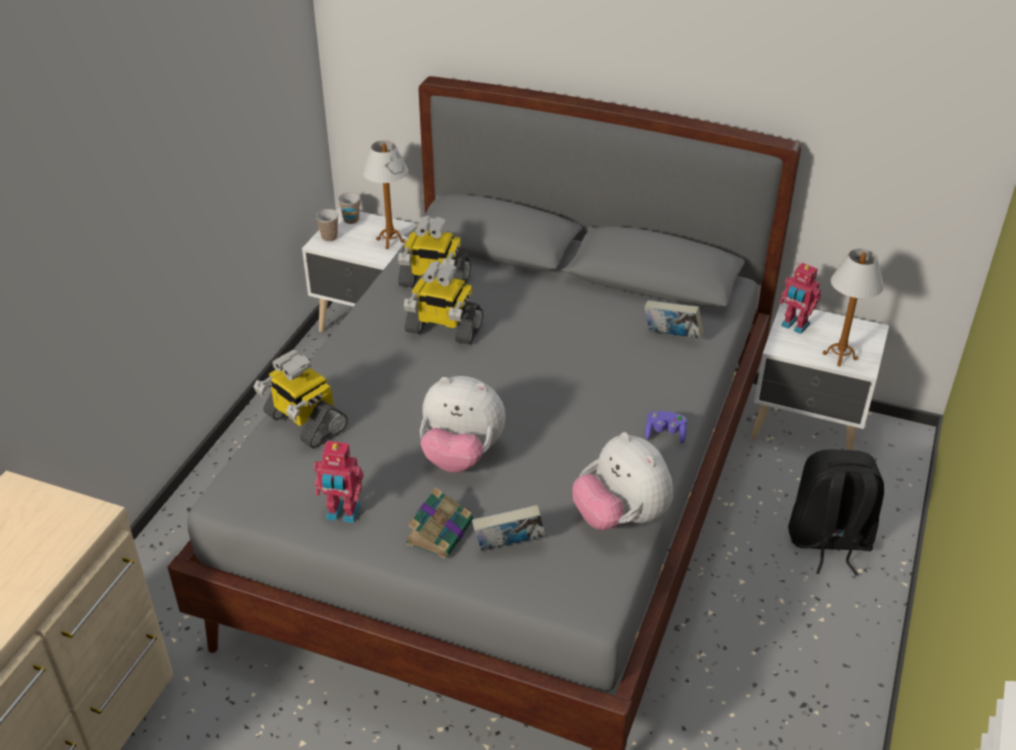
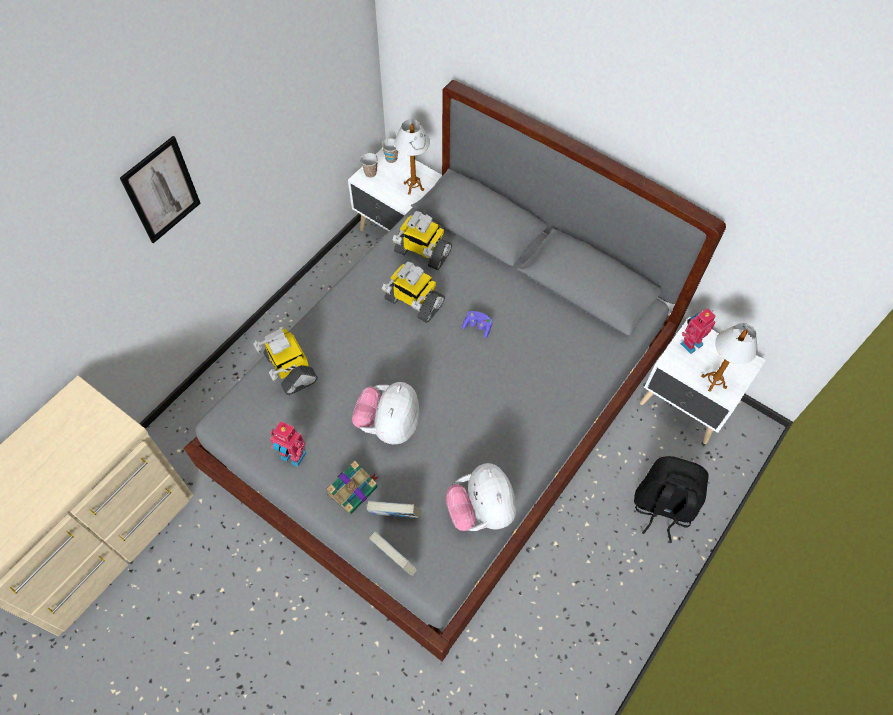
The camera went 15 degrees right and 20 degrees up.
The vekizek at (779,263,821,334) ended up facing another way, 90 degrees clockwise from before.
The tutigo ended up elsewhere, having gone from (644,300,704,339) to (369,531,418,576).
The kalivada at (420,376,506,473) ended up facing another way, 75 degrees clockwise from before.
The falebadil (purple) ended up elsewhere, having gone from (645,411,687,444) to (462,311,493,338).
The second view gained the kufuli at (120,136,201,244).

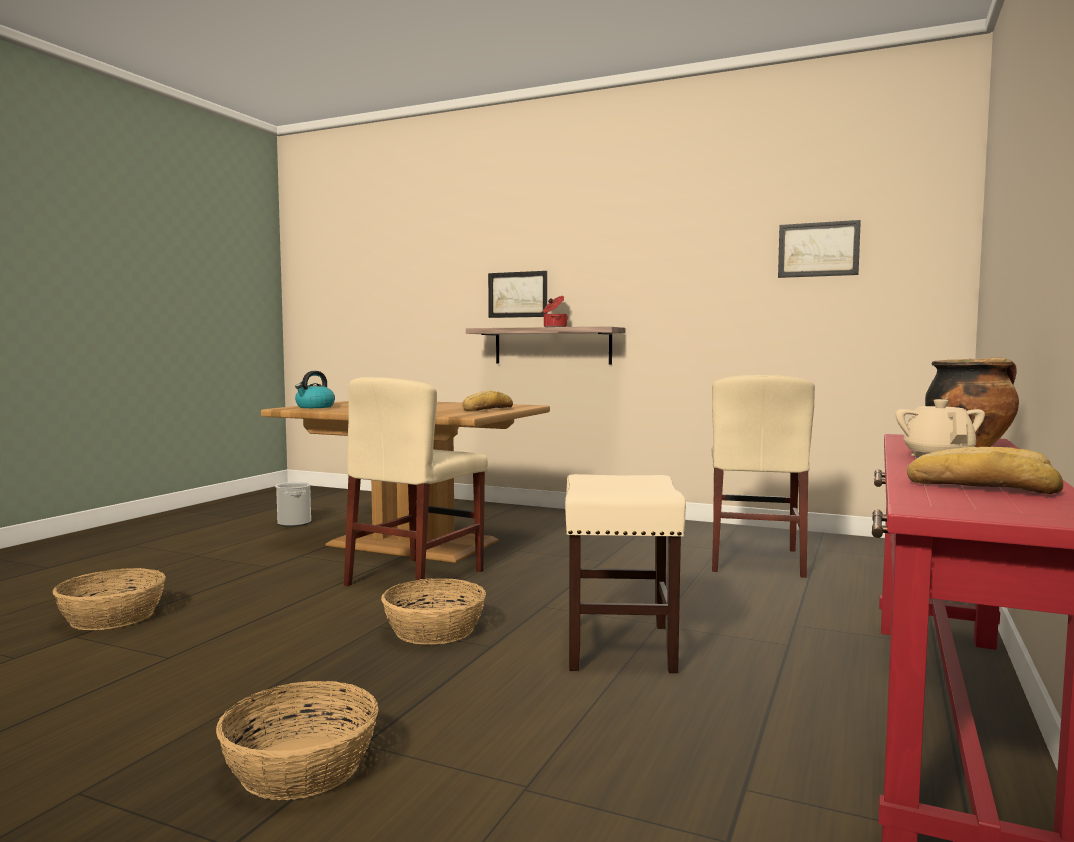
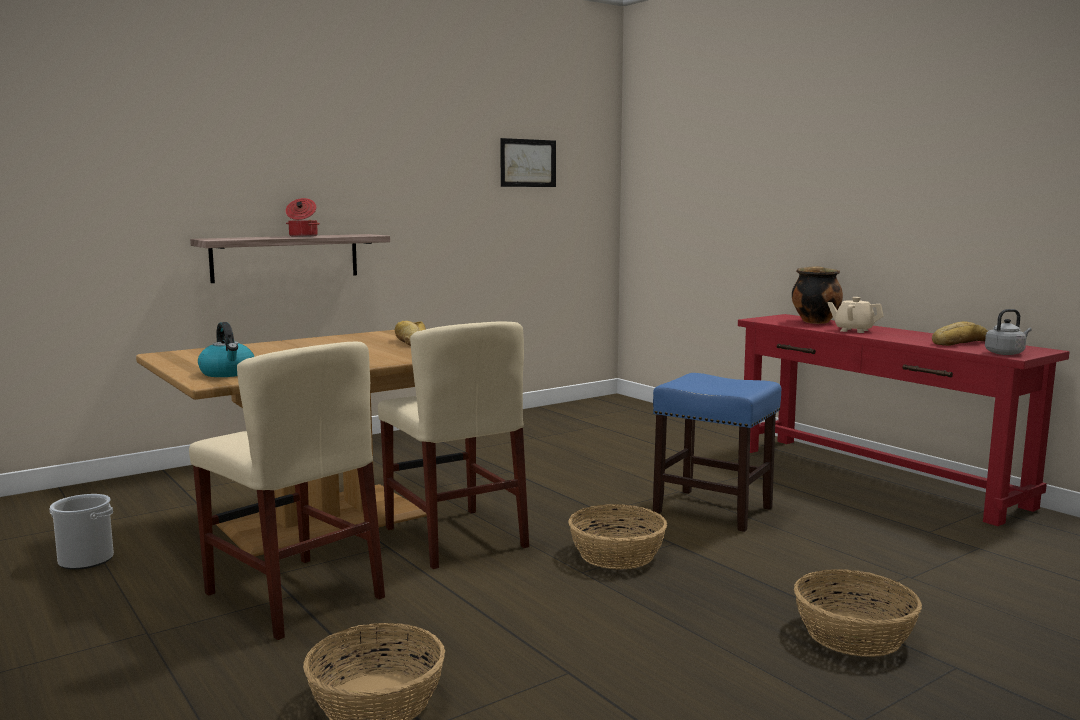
The camera went 60 degrees left and 5 degrees up.
The second view lost the kufuli at (488,271,547,318).
The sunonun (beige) ended up elsewhere, having gone from (712,375,815,578) to (189,342,385,640).
What was the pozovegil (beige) at (565,474,686,673) turned into the pozovegil (blue) at (653,373,781,532).
The second view gained the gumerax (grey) at (985,309,1032,355).

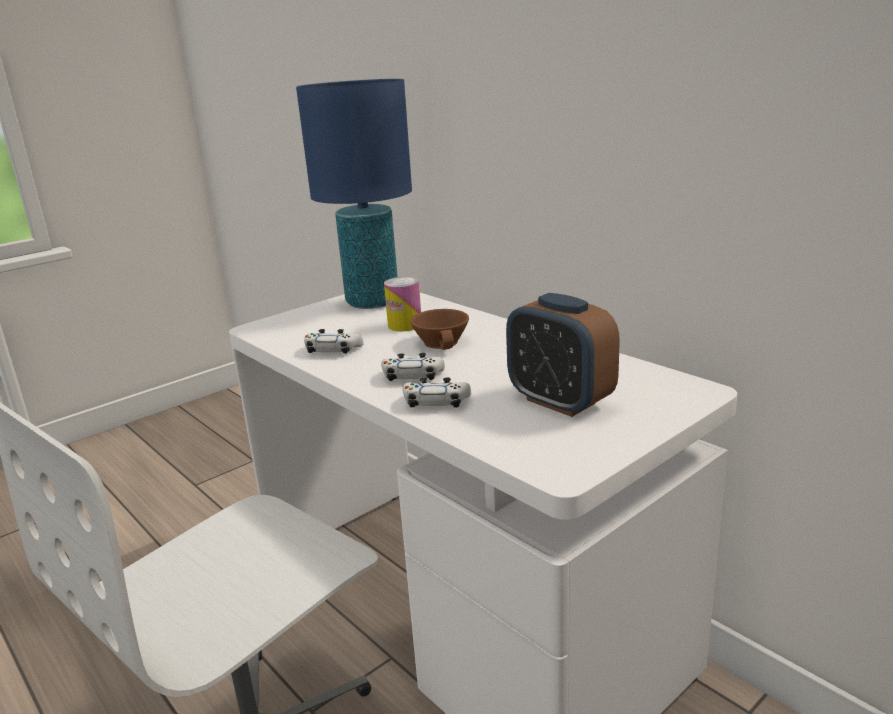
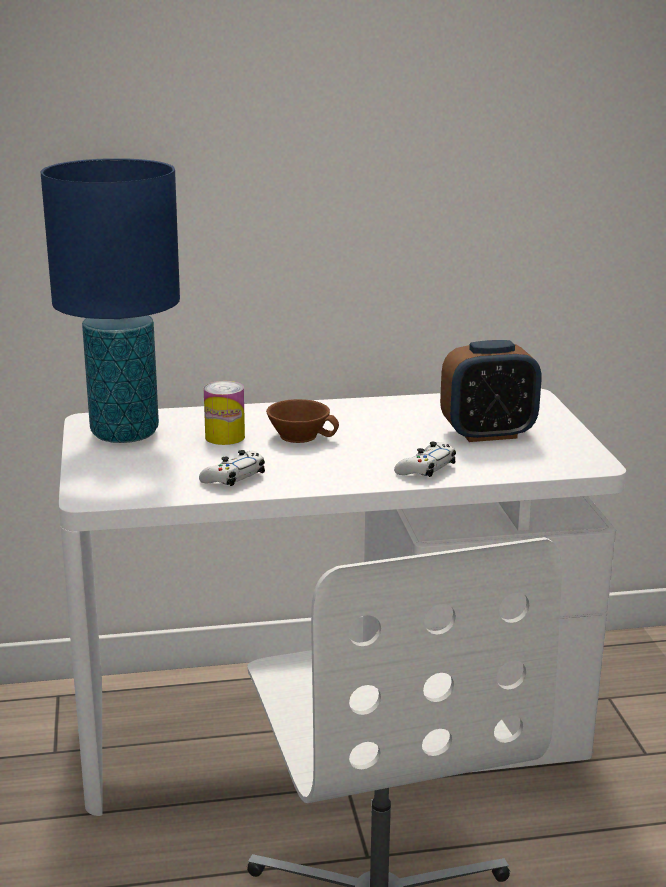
The camera went 60 degrees left and 0 degrees up.
The second view lost the falebadil (white) at (381,353,445,381).

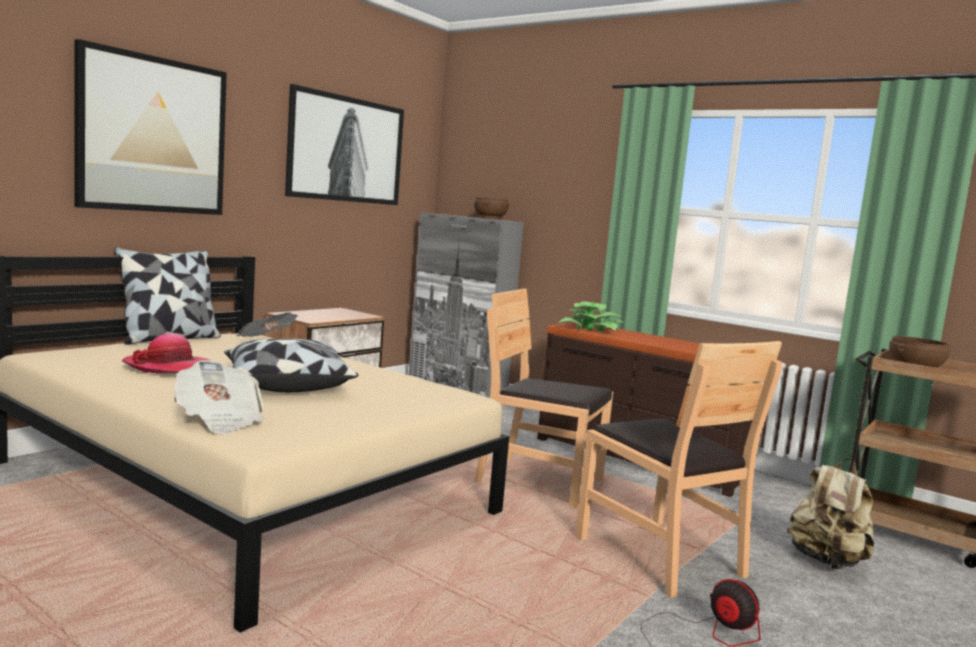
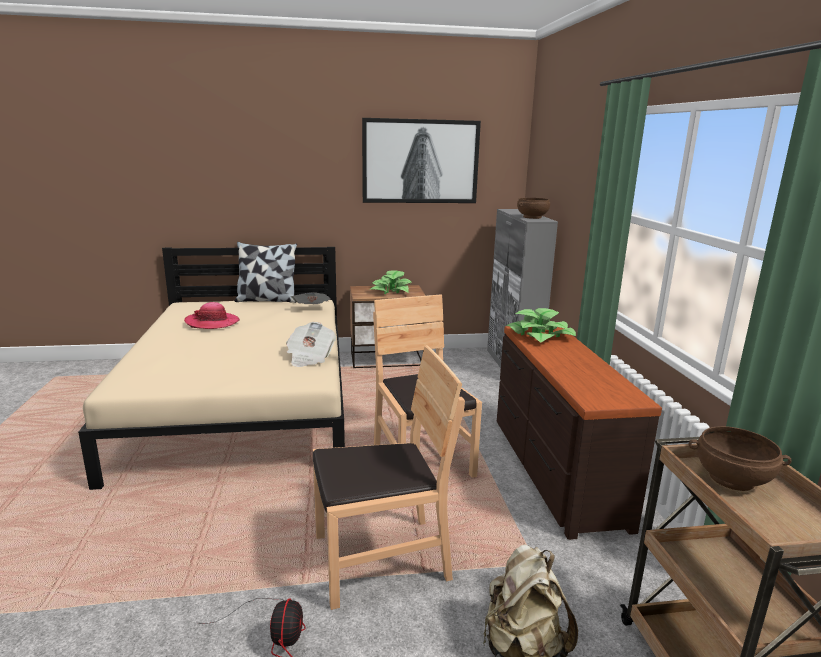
The camera went 45 degrees right and 10 degrees up.
The second view lost the kufuli at (74,39,227,215).
The second view lost the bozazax at (224,339,358,392).
The sunonun (brown) at (575,341,782,598) ended up facing another way, 120 degrees counterclockwise from before.
The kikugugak ended up elsewhere, having gone from (173,360,264,434) to (286,322,336,367).
The second view gained the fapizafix at (371,270,412,294).

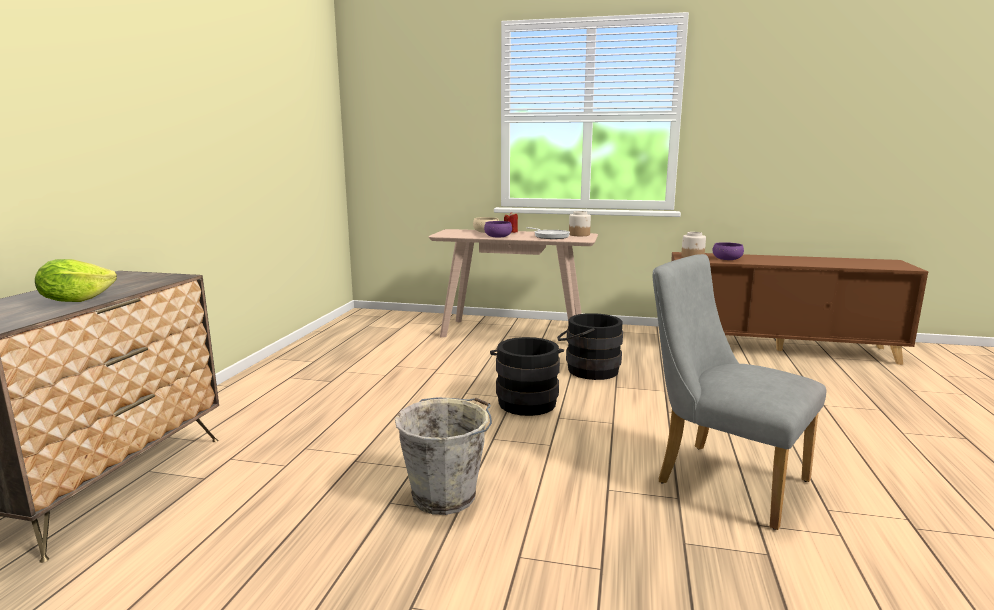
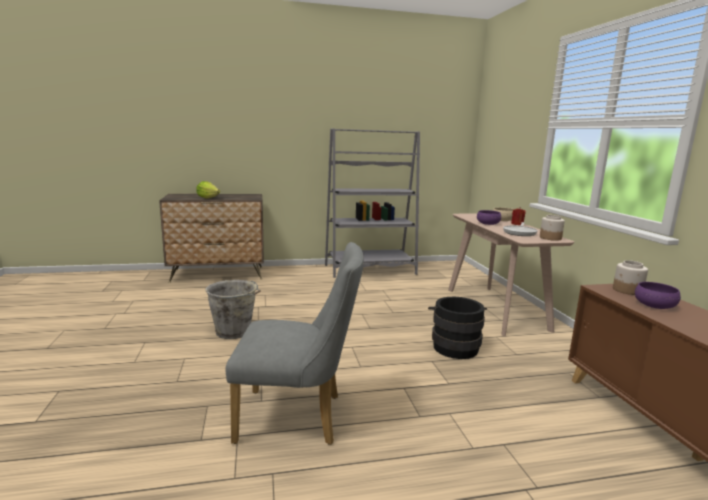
The camera went 65 degrees right and 0 degrees up.
The sunonun (grey) at (653,254,826,530) ended up facing another way, 75 degrees clockwise from before.
The second view lost the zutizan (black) at (490,337,564,416).
The second view gained the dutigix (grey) at (325,128,420,278).

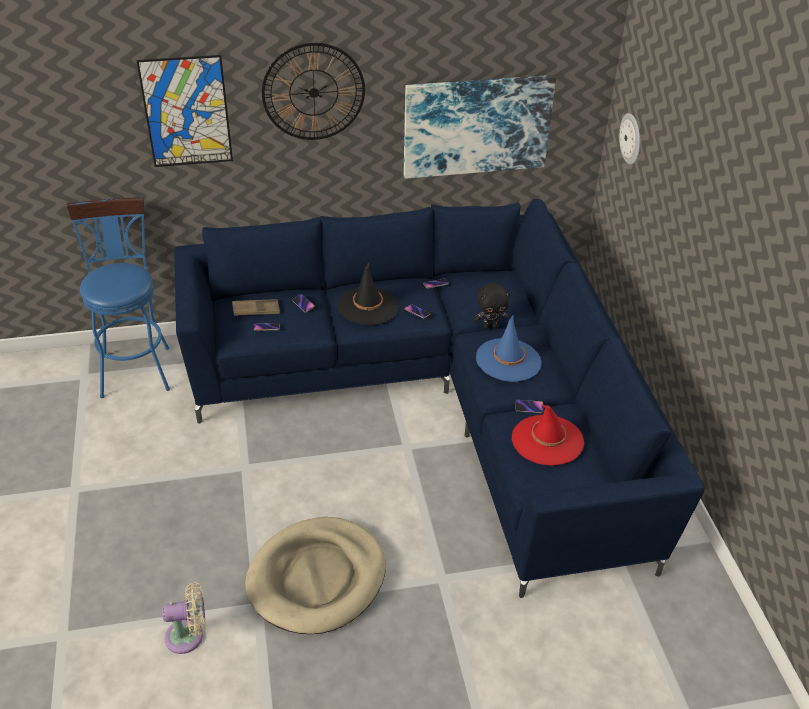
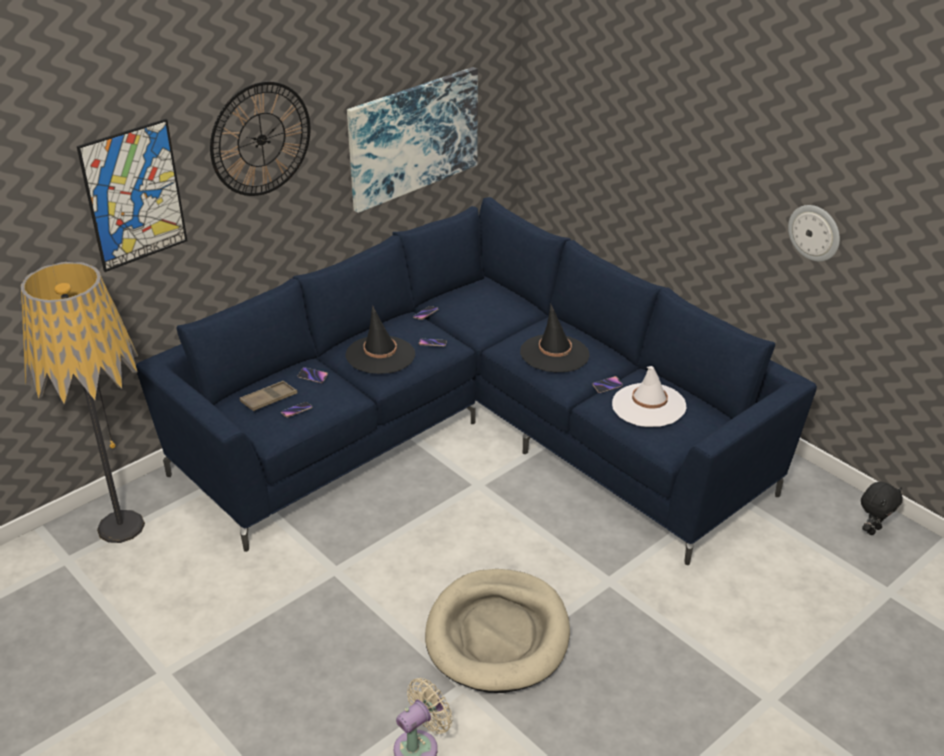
The camera went 30 degrees left and 5 degrees down.
The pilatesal ended up elsewhere, having gone from (619,113,640,165) to (788,205,840,261).
Where the pozovegil (blue) stood at (66,197,170,398), the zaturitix came to stand at (21,262,145,543).
The kalivada (black) ended up elsewhere, having gone from (474,283,510,329) to (861,482,903,535).
What was the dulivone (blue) at (476,316,542,382) turned into the dulivone (black) at (520,304,590,372).
What was the dulivone (red) at (512,405,584,466) turned into the dulivone (white) at (612,366,686,427).

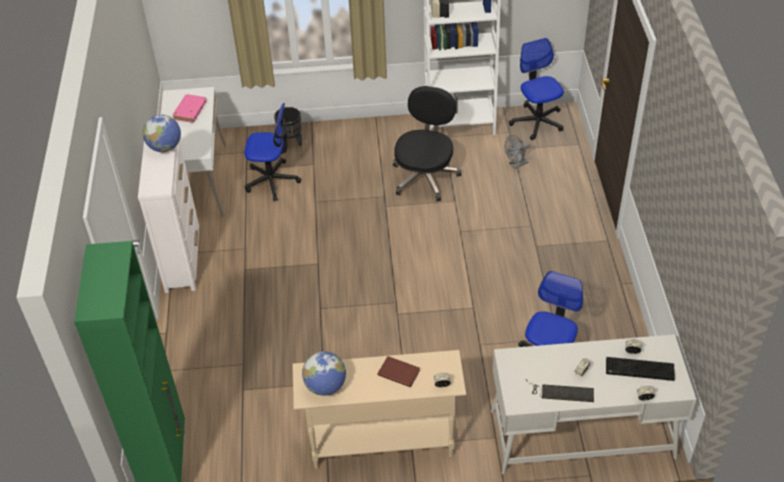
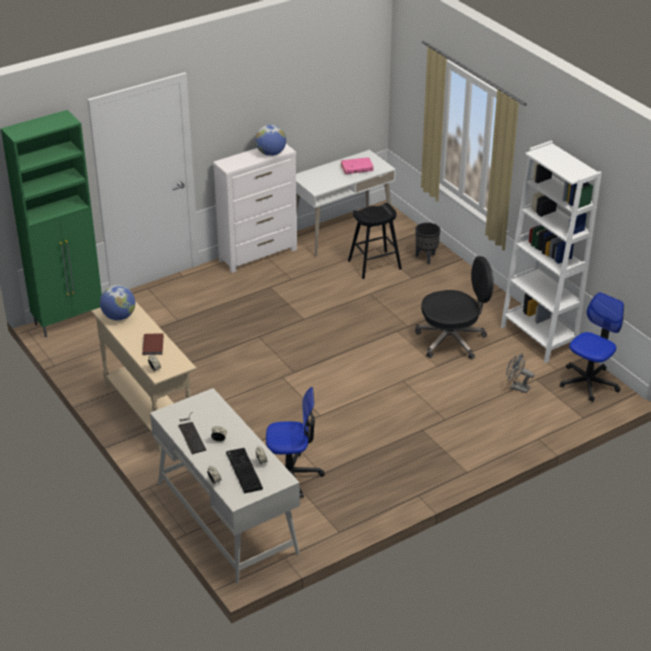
The camera went 60 degrees right and 10 degrees down.
Where the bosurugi stood at (244,103,301,201), the pozovegil (black) came to stand at (348,203,402,279).

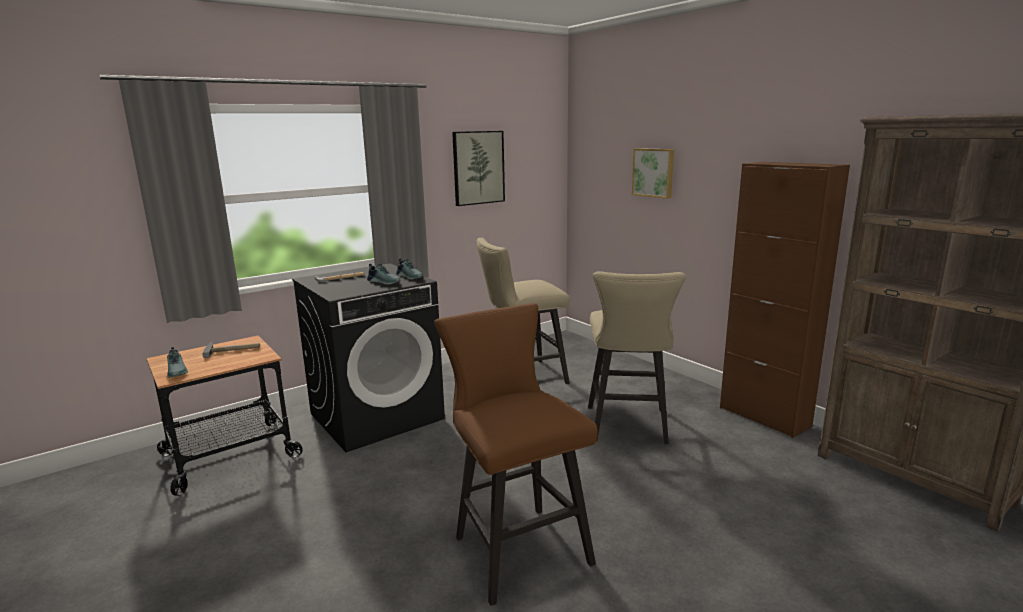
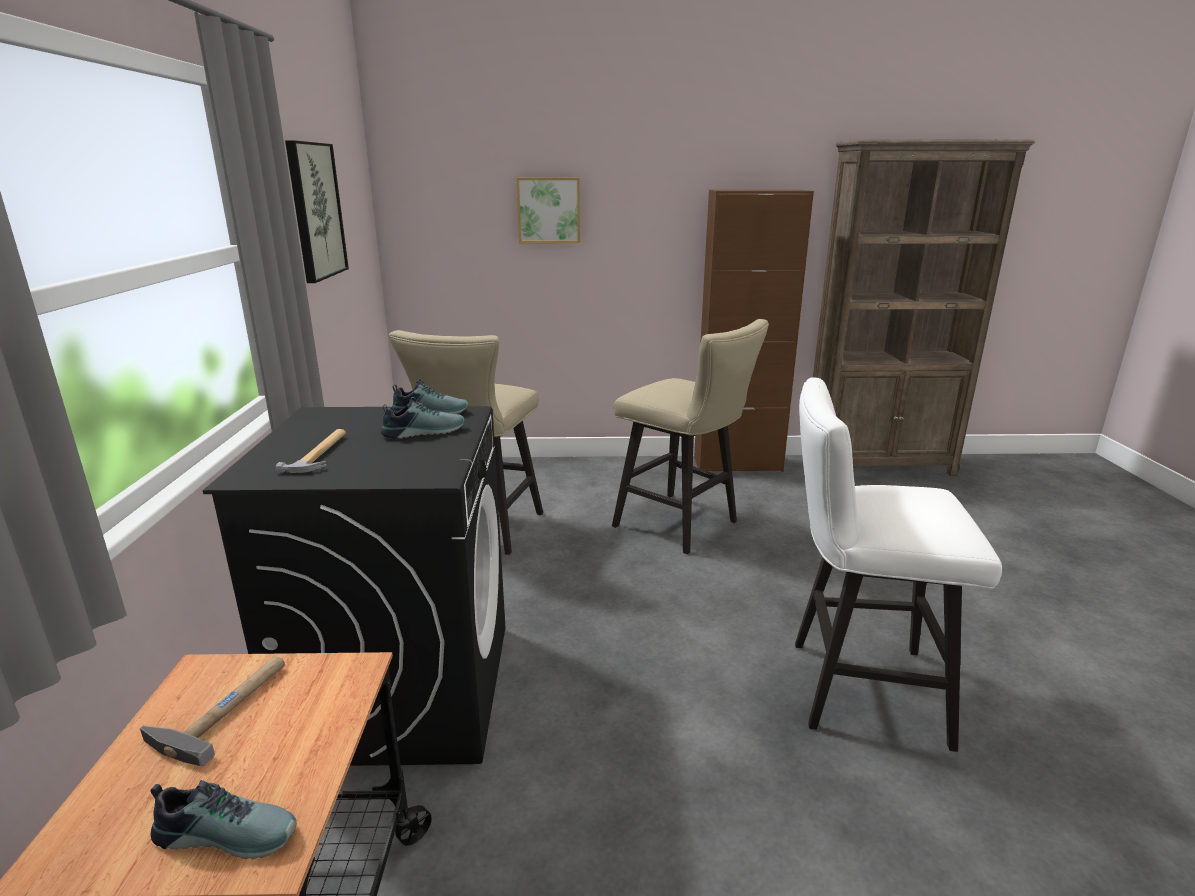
The camera went 55 degrees left and 5 degrees up.
What was the pozovegil (brown) at (434,303,598,606) turned into the pozovegil (white) at (795,378,1002,752).

